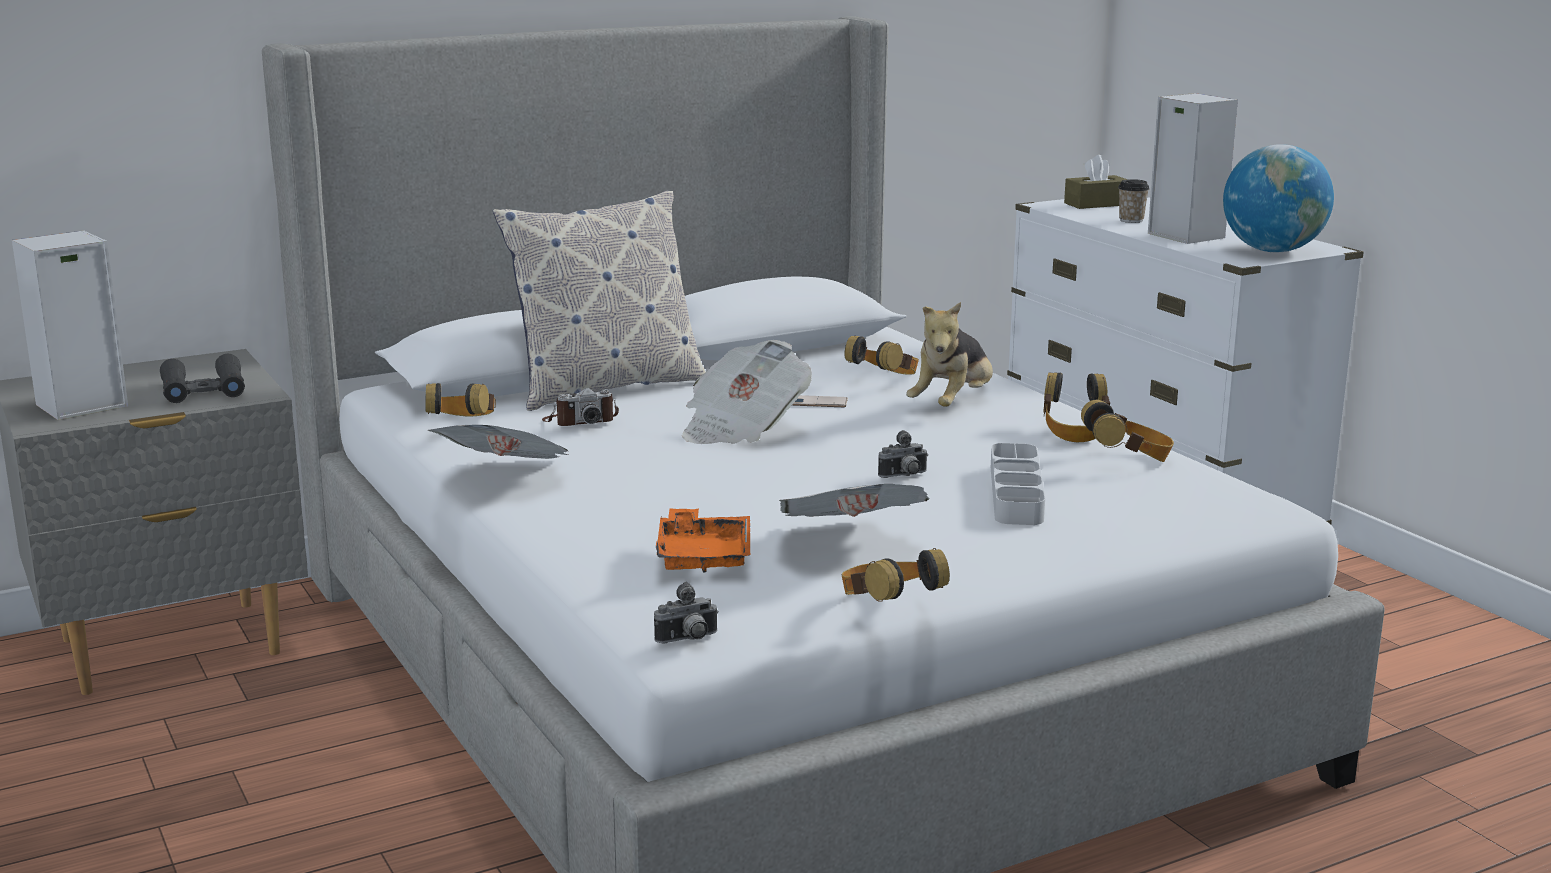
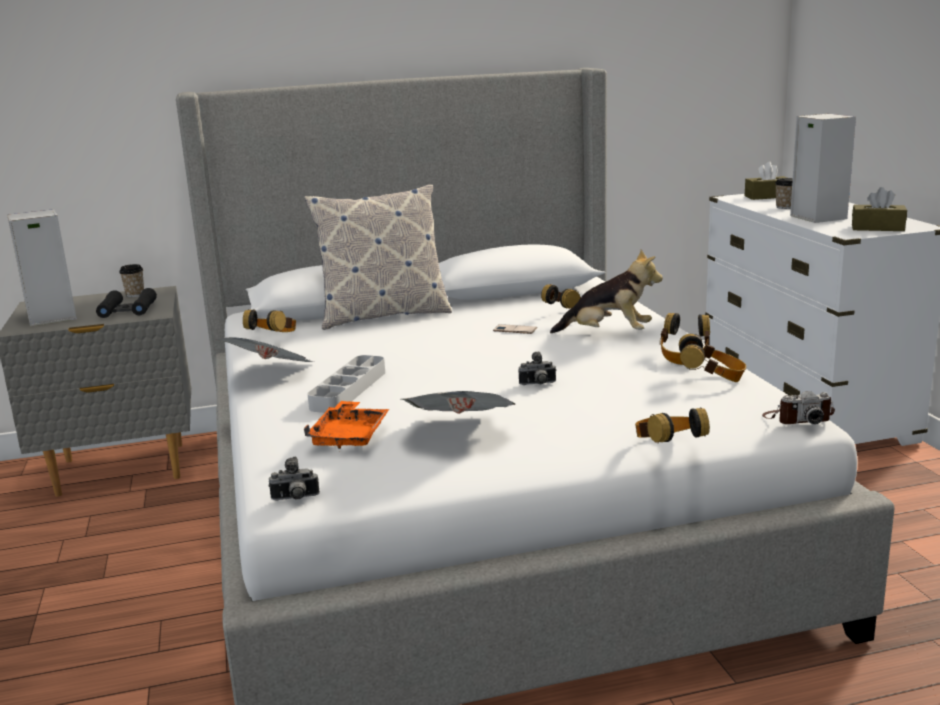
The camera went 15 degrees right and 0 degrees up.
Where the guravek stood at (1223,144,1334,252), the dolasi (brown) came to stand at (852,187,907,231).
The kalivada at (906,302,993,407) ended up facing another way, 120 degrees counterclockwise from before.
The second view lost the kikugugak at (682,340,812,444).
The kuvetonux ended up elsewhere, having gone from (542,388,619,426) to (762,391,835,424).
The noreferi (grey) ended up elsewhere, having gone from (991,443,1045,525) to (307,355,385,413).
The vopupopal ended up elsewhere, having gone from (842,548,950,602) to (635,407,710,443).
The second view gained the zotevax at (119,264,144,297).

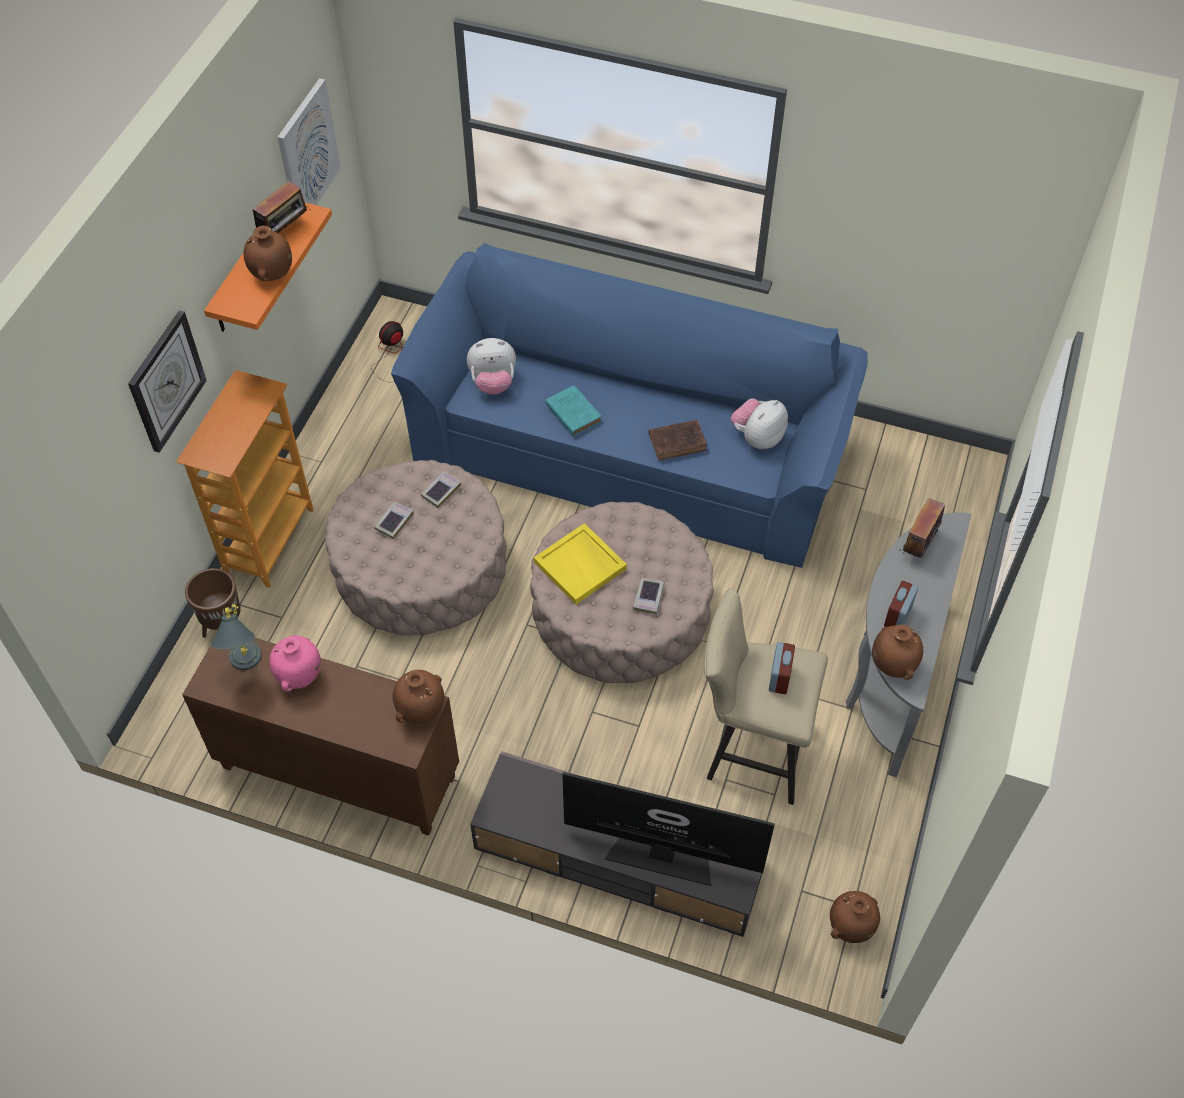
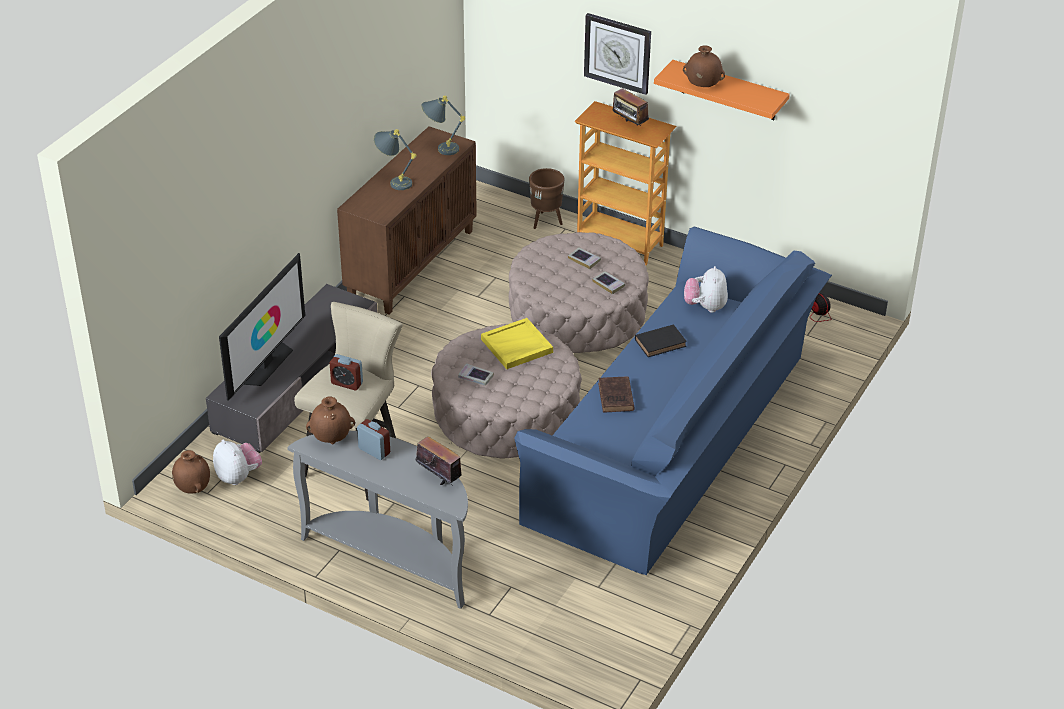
The camera went 100 degrees right and 15 degrees down.
The second view lost the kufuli at (278,78,341,205).
The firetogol ended up elsewhere, having gone from (253,181,310,233) to (613,88,649,126).
What was the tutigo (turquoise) at (545,385,602,436) turned into the tutigo (black) at (635,324,687,357).
The kalivada ended up elsewhere, having gone from (731,398,788,449) to (213,439,262,485).
The second view lost the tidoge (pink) at (269,635,321,691).
The second view lost the tidoge (brown) at (393,670,444,724).
The second view gained the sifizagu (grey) at (374,129,416,190).

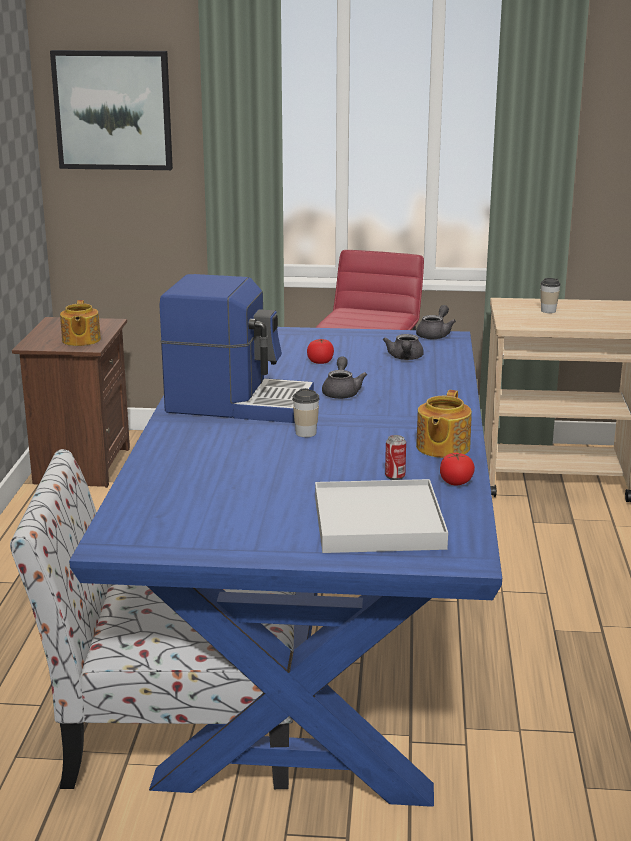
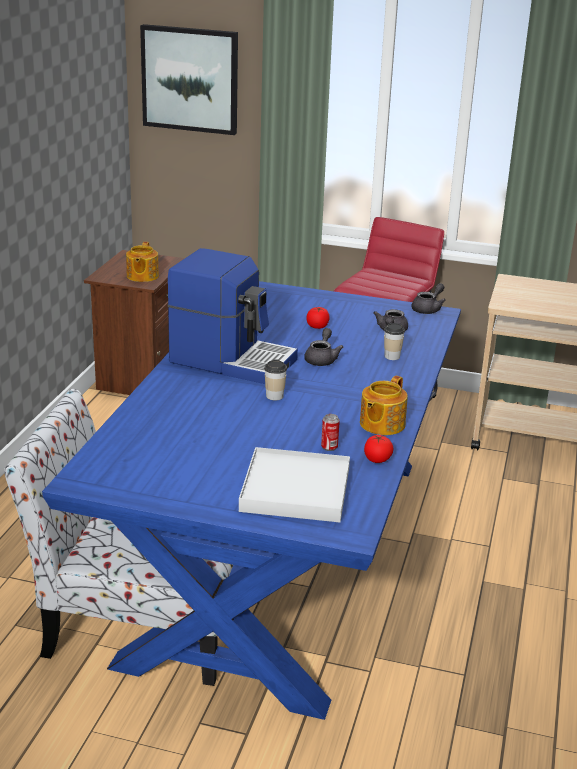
The camera went 10 degrees right and 5 degrees up.
The zotevax ended up elsewhere, having gone from (540,278,560,313) to (384,323,405,360).

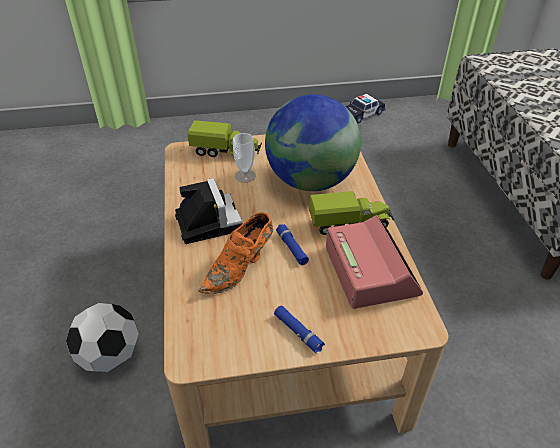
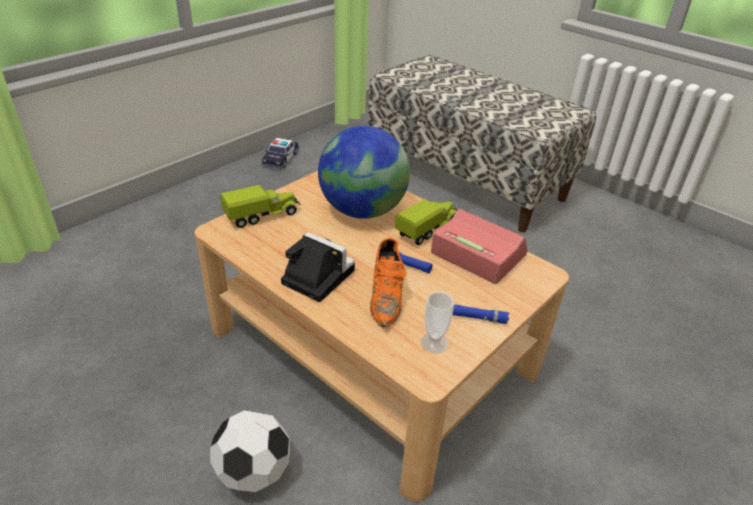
The camera went 40 degrees left and 5 degrees down.
The zotevax ended up elsewhere, having gone from (233,133,256,183) to (421,292,454,353).

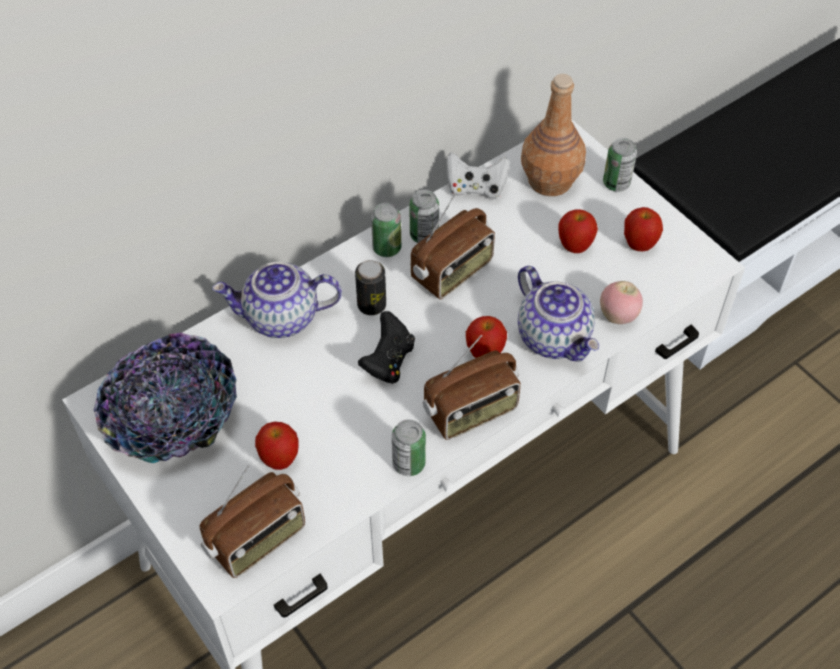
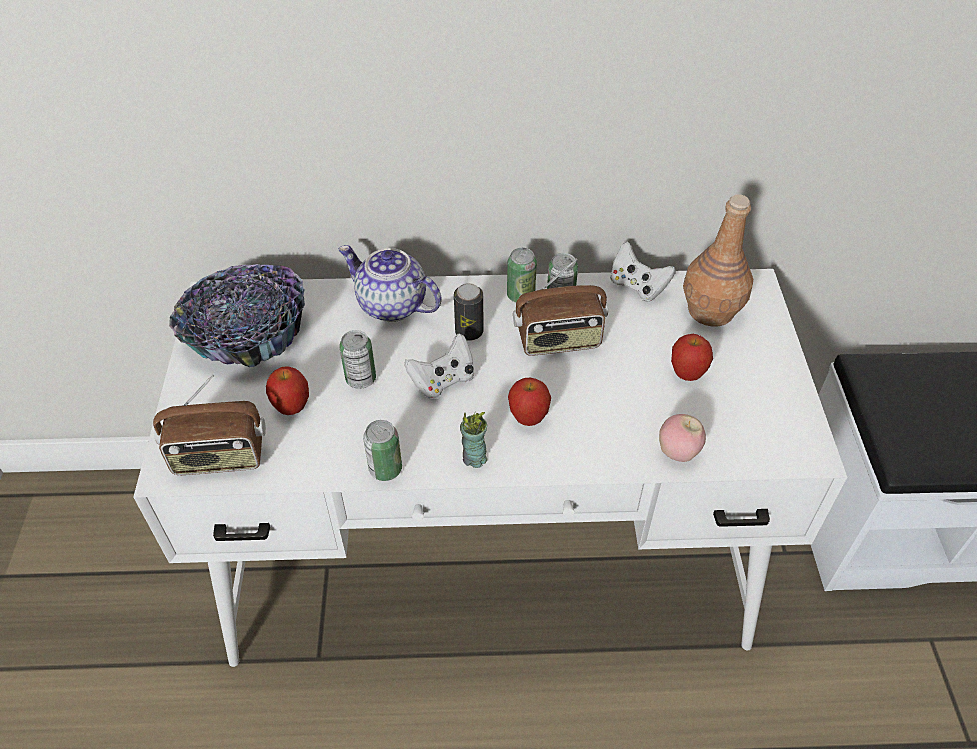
The camera went 35 degrees right and 5 degrees down.
The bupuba ended up elsewhere, having gone from (603,138,637,192) to (339,330,376,389).
The second view lost the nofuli at (624,207,663,251).
The second view lost the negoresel at (518,266,599,362).
What was the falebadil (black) at (358,311,415,384) turned into the falebadil (white) at (404,333,474,399).
Where the firetogol stood at (423,335,521,440), the zotevax came to stand at (460,412,487,468).

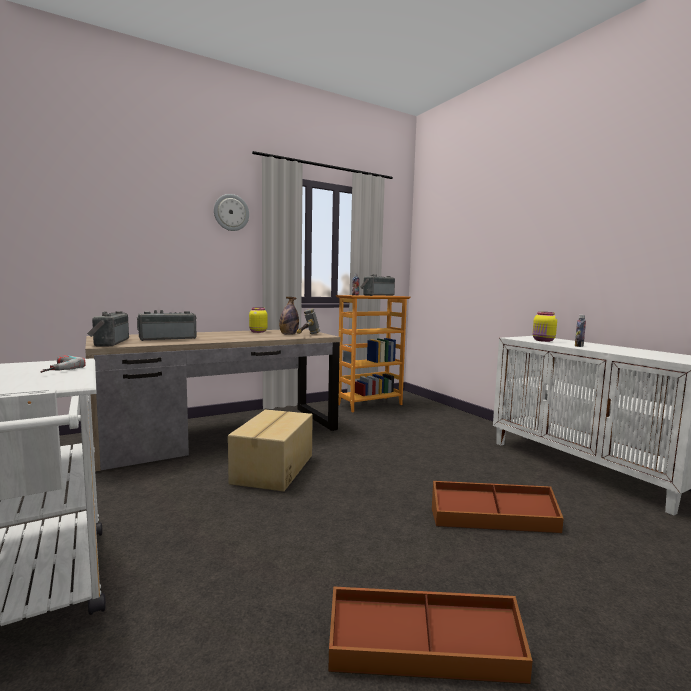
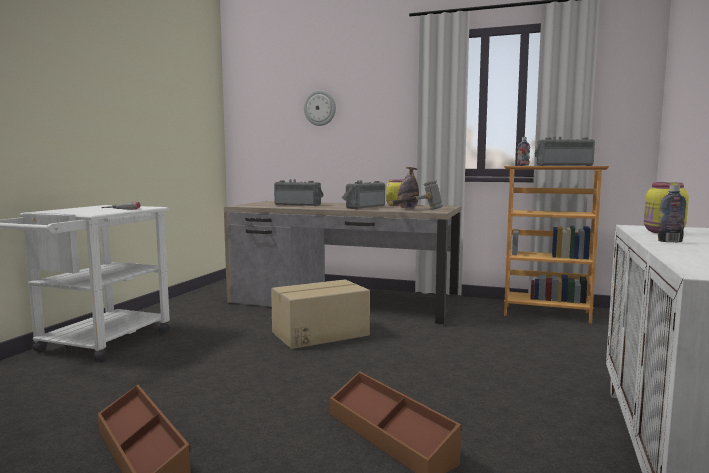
The camera went 50 degrees right and 0 degrees up.
The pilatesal ended up elsewhere, having gone from (214,194,249,231) to (304,90,336,126).
The firetogol ended up elsewhere, having gone from (87,311,129,346) to (342,180,385,209).

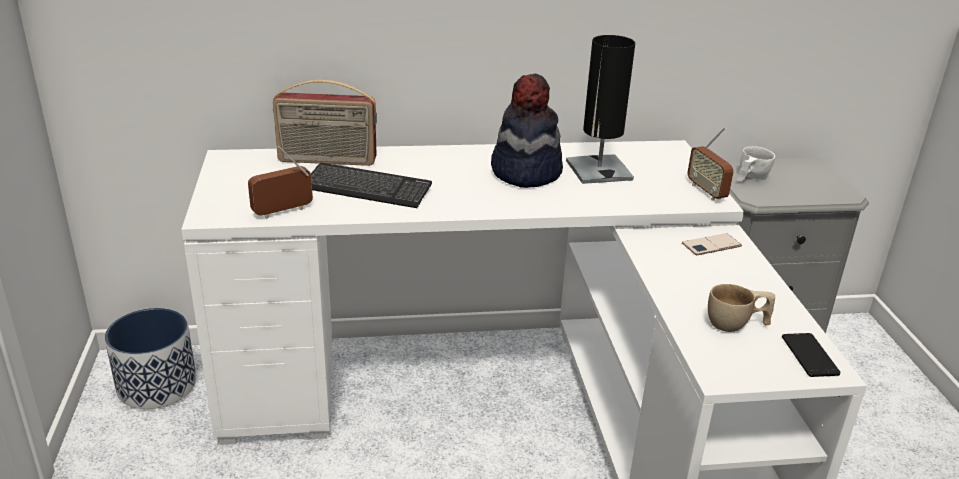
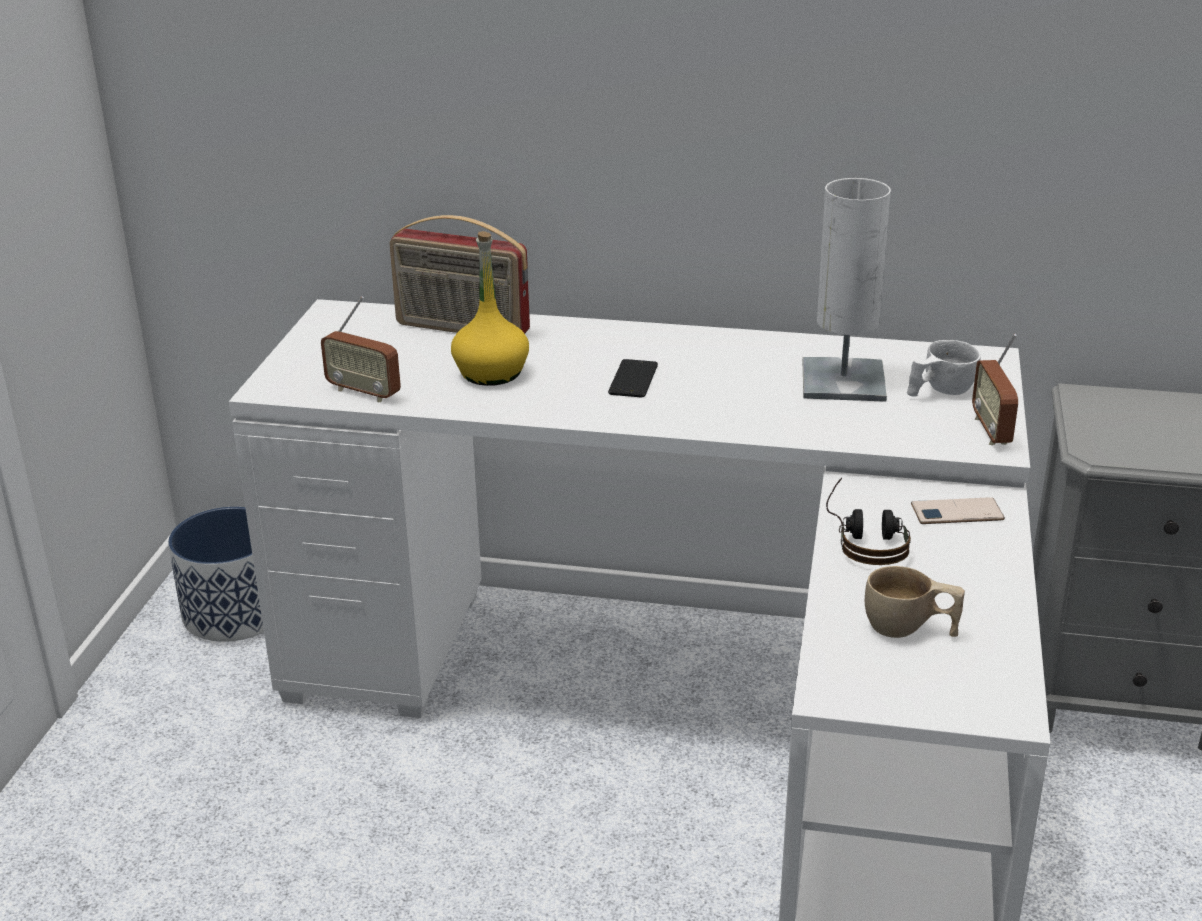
The camera went 20 degrees right and 0 degrees up.
What was the sifizagu (black) at (566,35,635,184) turned into the sifizagu (white) at (803,178,891,402).
The second view lost the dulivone at (491,74,563,188).
The firetogol at (248,146,313,219) ended up facing another way, 135 degrees counterclockwise from before.
The zotevax (white) ended up elsewhere, having gone from (737,146,775,182) to (907,340,981,396).
Where the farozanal stood at (311,163,432,208), the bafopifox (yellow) came to stand at (451,231,529,386).
The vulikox ended up elsewhere, having gone from (782,333,841,377) to (608,359,658,398).
The second view gained the vopupopal at (826,478,911,565).

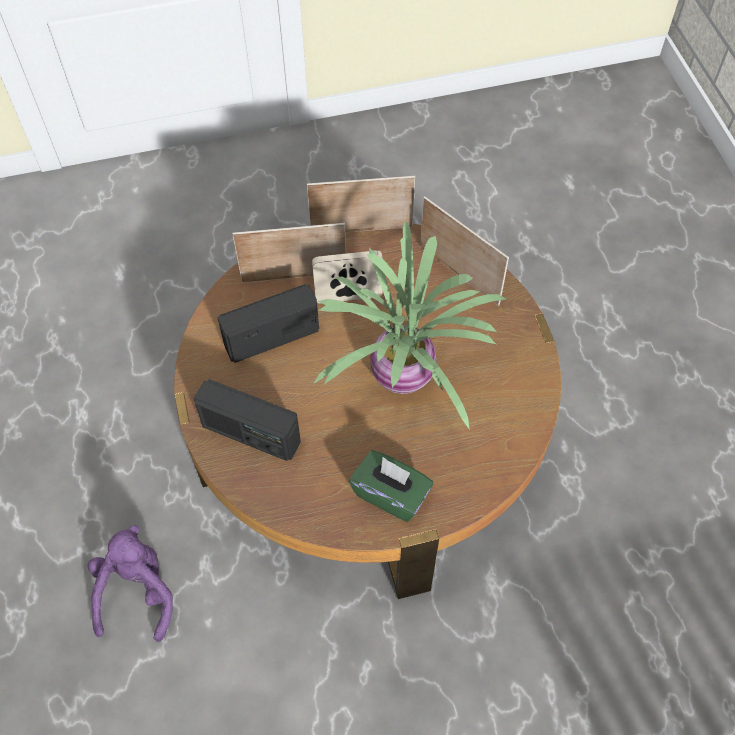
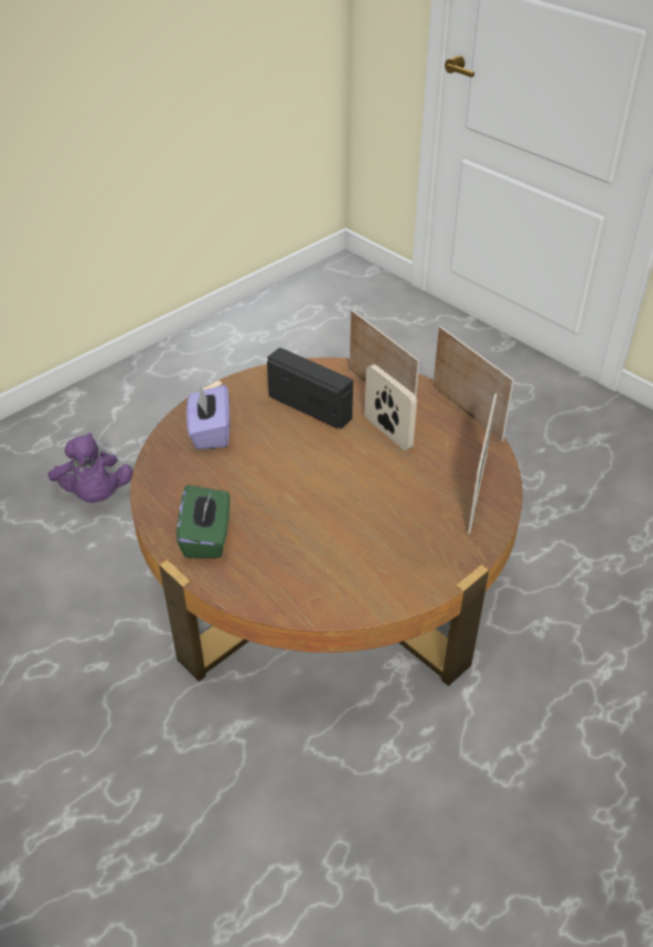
The camera went 60 degrees right and 15 degrees down.
The second view lost the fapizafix at (313,220,506,430).
Where the firetogol stood at (194,379,301,461), the dolasi (purple) came to stand at (186,385,230,449).
The kalivada (purple) at (88,525,173,642) ended up facing another way, 90 degrees clockwise from before.

